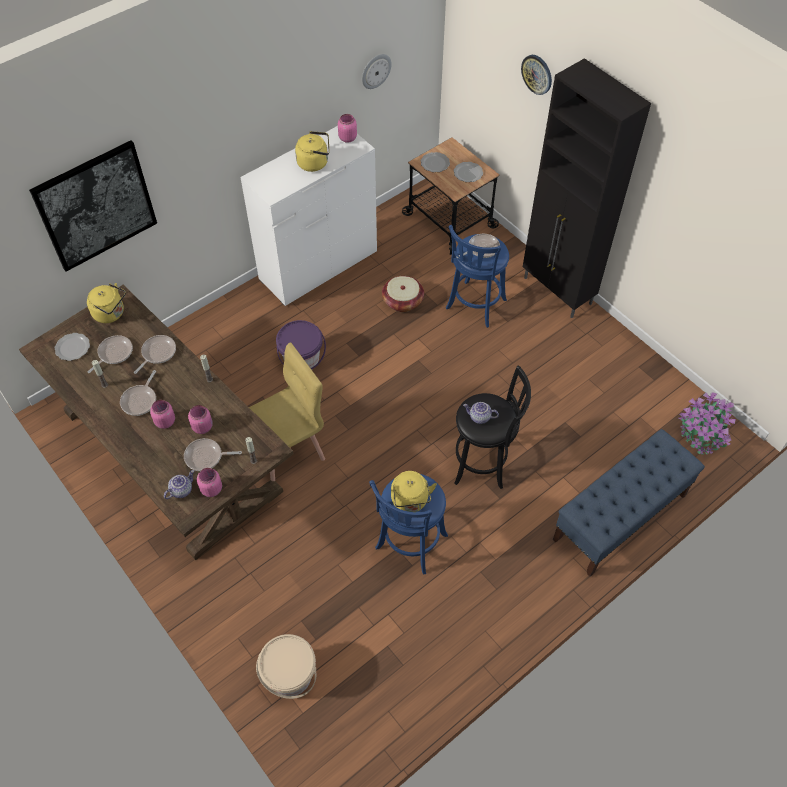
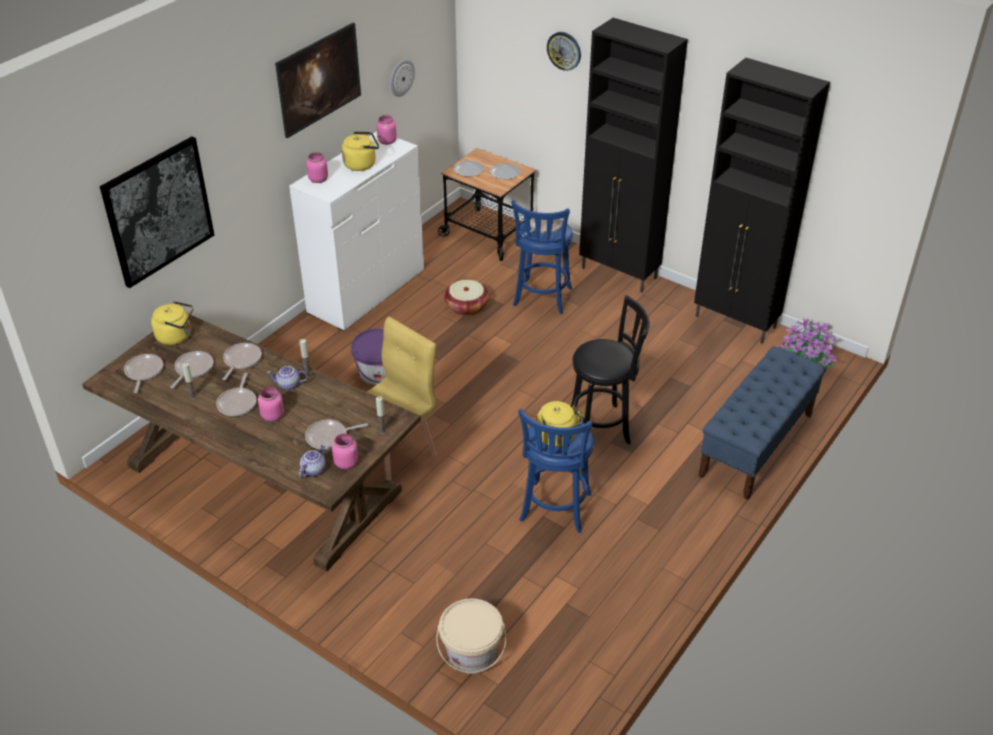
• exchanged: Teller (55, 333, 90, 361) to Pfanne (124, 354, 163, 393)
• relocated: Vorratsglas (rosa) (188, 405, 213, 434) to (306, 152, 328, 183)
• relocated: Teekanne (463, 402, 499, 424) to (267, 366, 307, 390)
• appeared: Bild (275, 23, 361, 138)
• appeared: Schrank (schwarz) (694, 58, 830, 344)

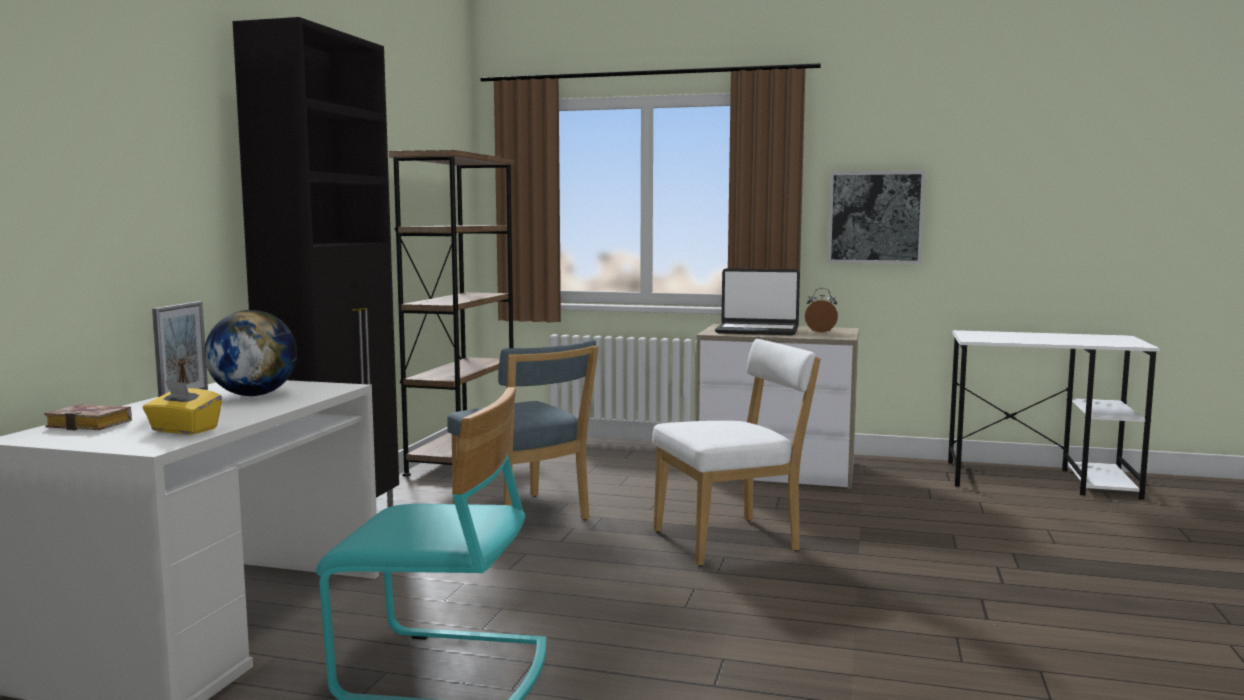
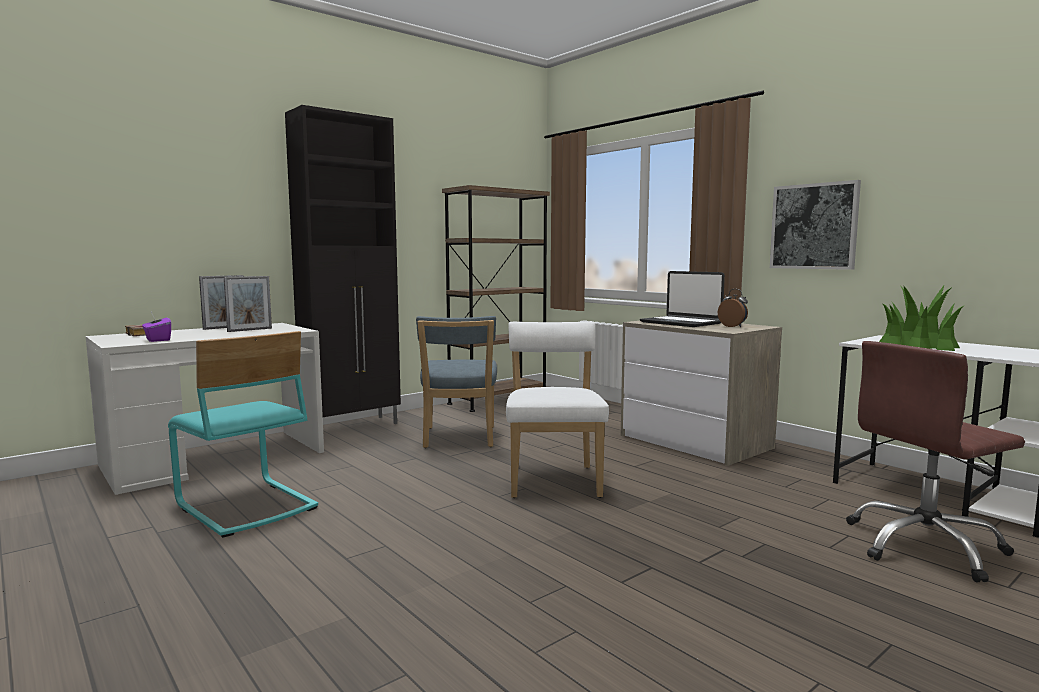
• colour: Taschentuchbox (gelb) (143, 380, 222, 435) to Taschentuchbox (lila) (142, 312, 171, 342)
• exchanged: Globus (204, 310, 297, 396) to Bilderrahmen (224, 276, 272, 332)
• spun: Stuhl (weiß) (652, 339, 821, 566) = (506, 321, 609, 498) 105 degrees counterclockwise
• appeared: Bürostuhl (braun) (846, 341, 1025, 582)
• appeared: Topfpflanze (879, 285, 963, 351)

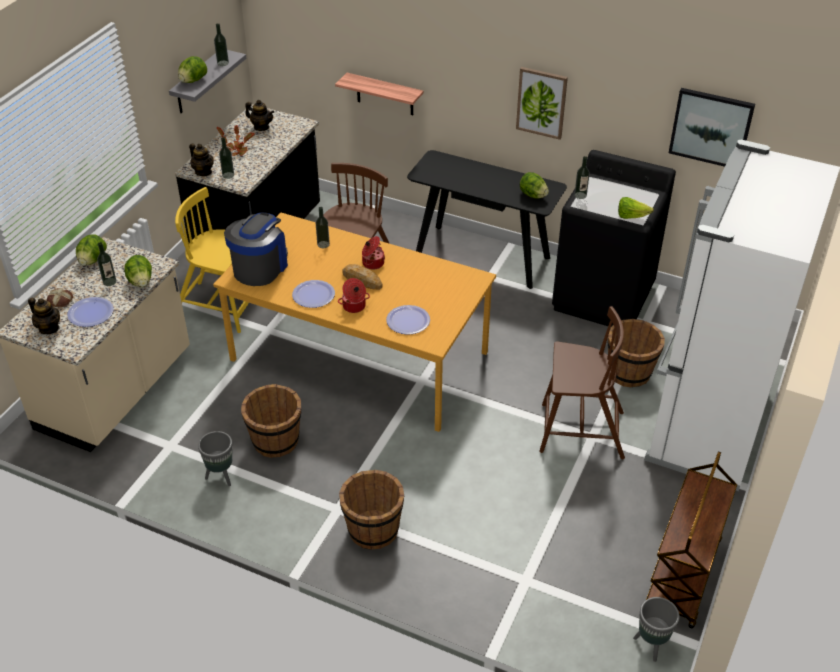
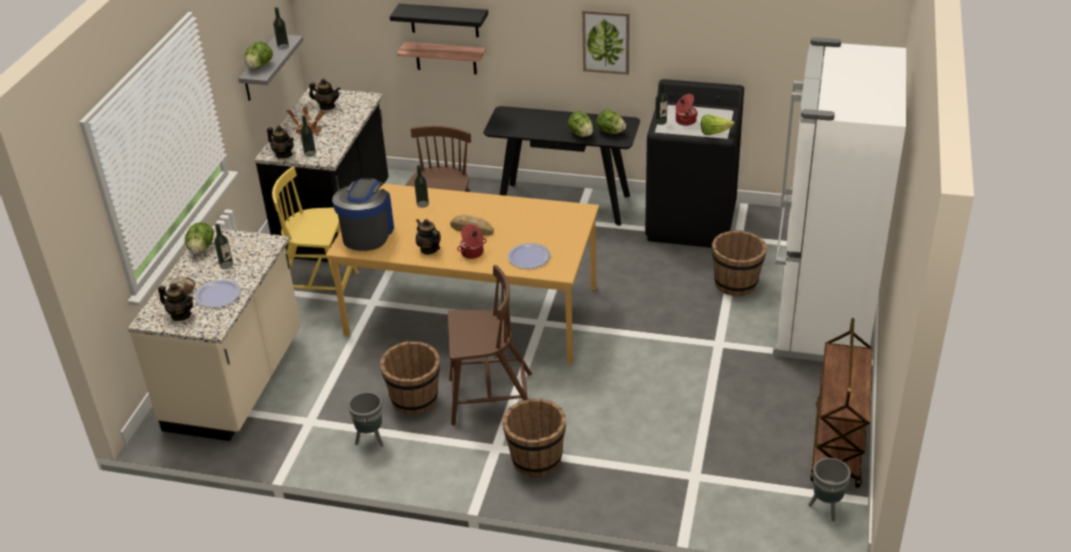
• relocated: Salatkopf (124, 255, 152, 287) to (568, 111, 593, 137)
• exchanged: Teller (292, 280, 335, 308) to Teekanne (416, 219, 441, 255)
• relocated: Kochtopf (362, 236, 385, 269) to (676, 94, 697, 126)
• relocated: Stuhl (braun) (539, 306, 625, 459) to (448, 265, 532, 426)
• missing: Bild (669, 88, 755, 167)
• appeared: Wandregal (schwarz) (390, 4, 488, 37)

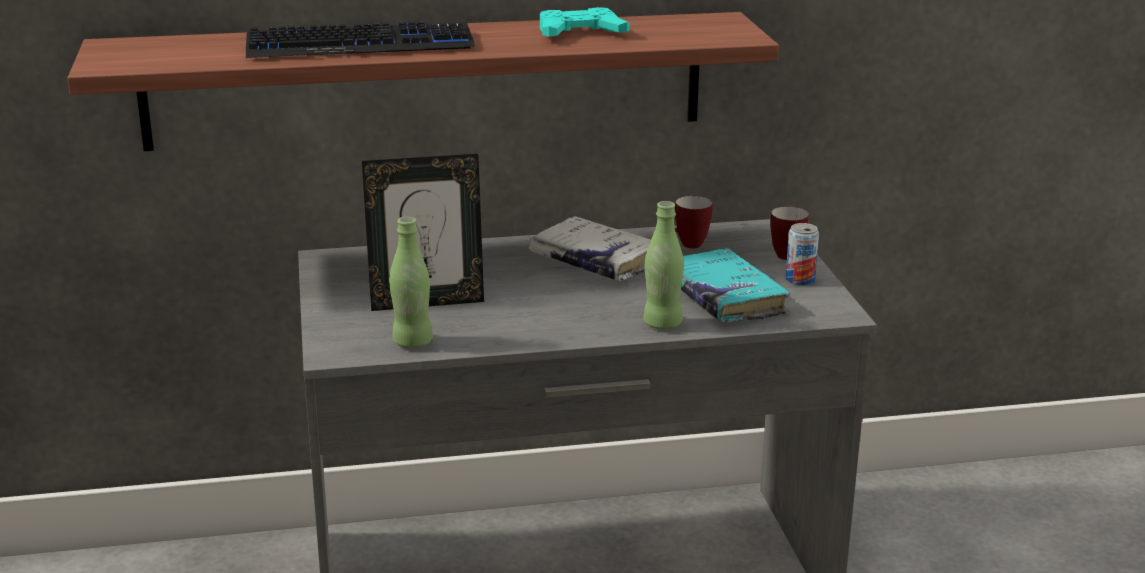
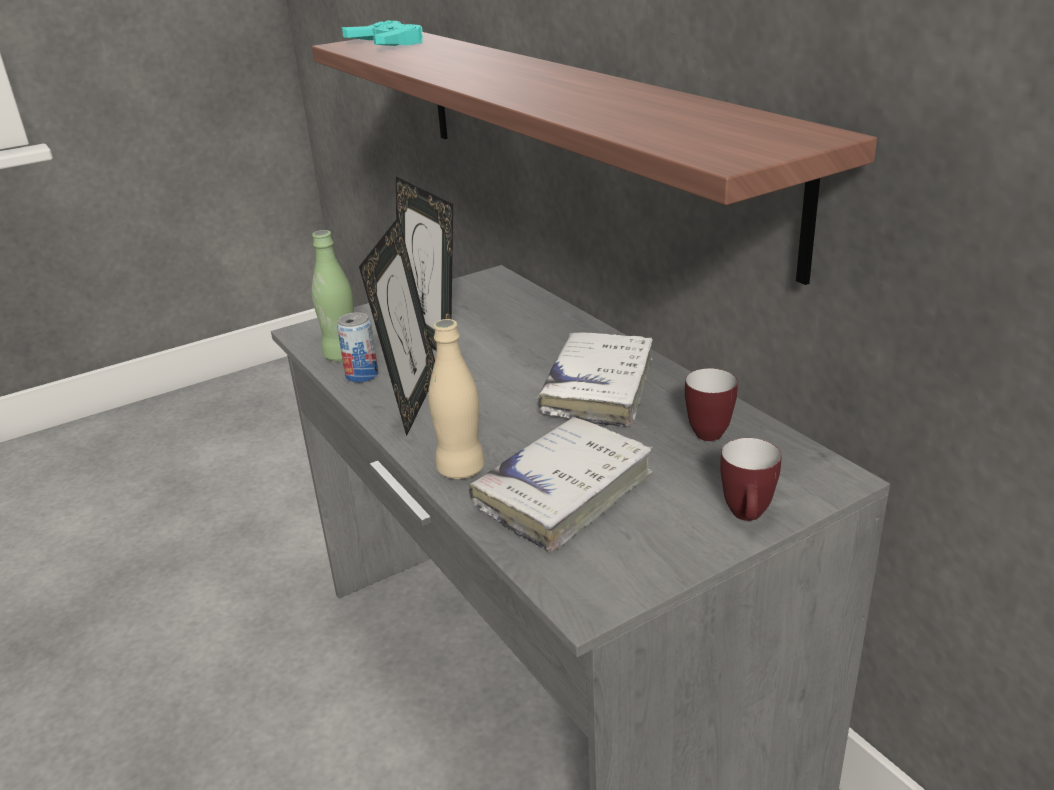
• missing: Tastatur (246, 21, 475, 58)
• relocated: Gamepad (türkis) (540, 7, 630, 37) to (342, 20, 423, 46)
• colour: Flasche (grün) (644, 201, 684, 329) to Flasche (beige) (428, 319, 485, 479)
• colour: Buch (türkis) (681, 248, 790, 323) to Buch (weiß) (469, 416, 653, 552)
• relocated: Dose (786, 223, 819, 286) to (337, 312, 378, 383)
• appeared: Bilderrahmen (359, 216, 435, 436)

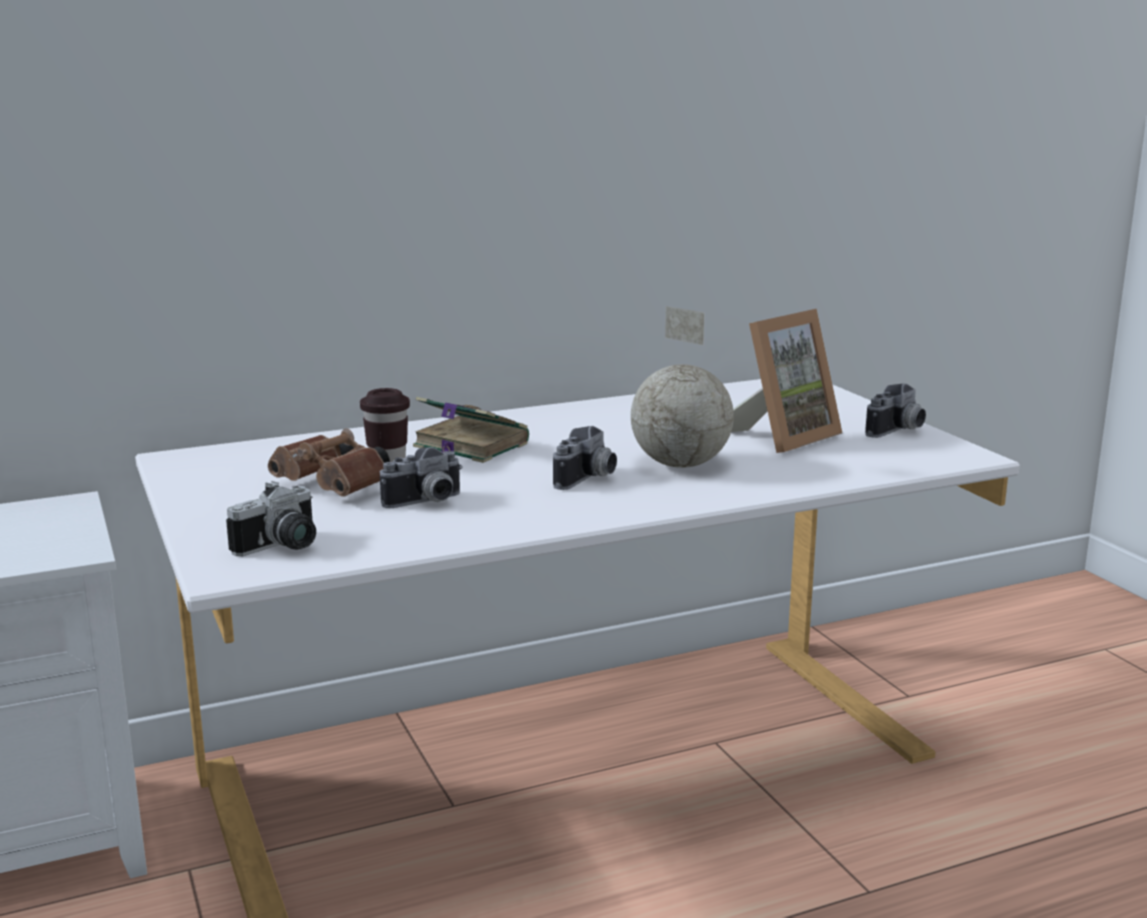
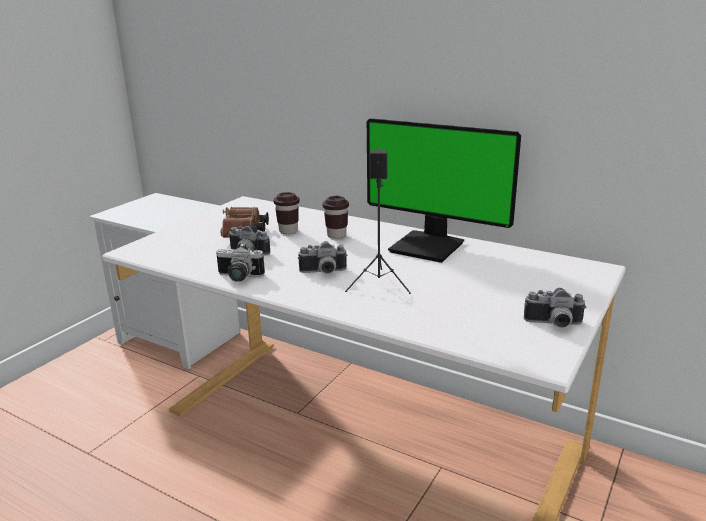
• relocated: Kamera (226, 481, 316, 556) to (216, 243, 265, 282)
• exchanged: Buch (413, 397, 529, 463) to Tasse (braun) (323, 196, 349, 239)
• exchanged: Globus (631, 306, 734, 468) to Lautsprecher (schwarz) (345, 149, 411, 294)
• missing: Bilderrahmen (731, 309, 842, 453)
• appeared: Monitor (367, 118, 521, 263)

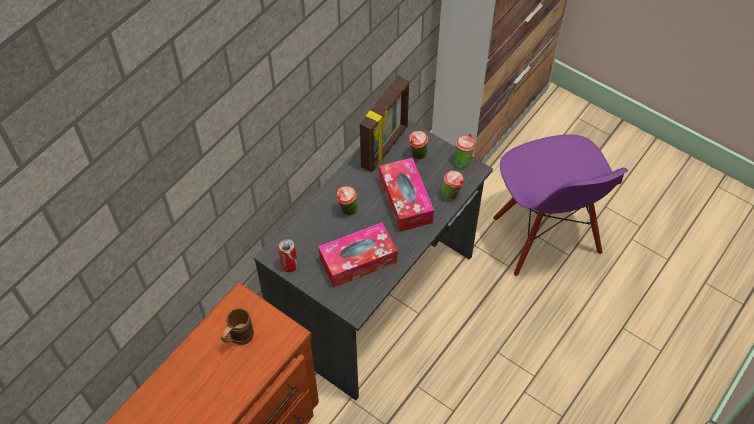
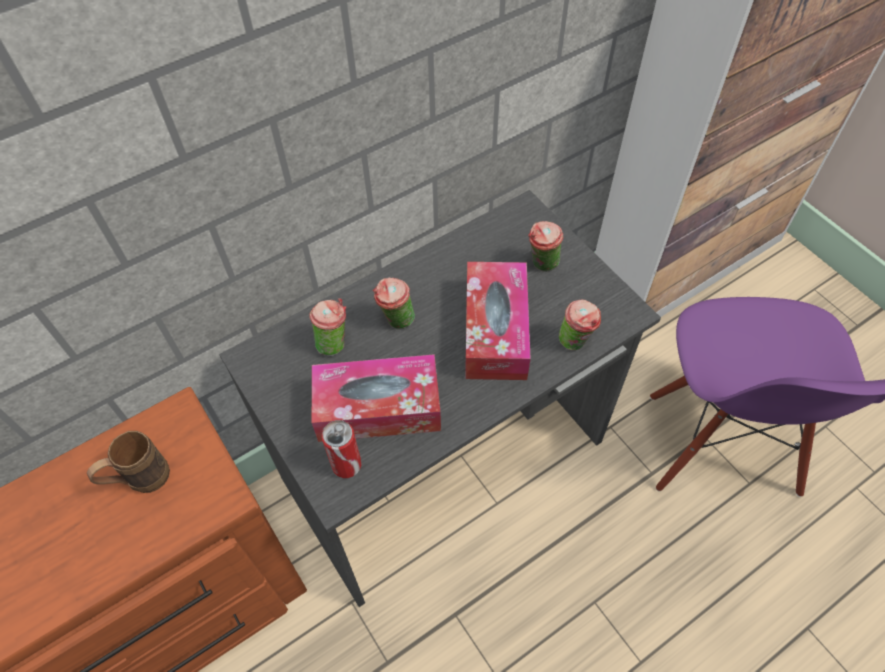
• relocated: Dose (278, 239, 298, 272) to (322, 420, 362, 478)
• missing: Bilderrahmen (360, 76, 409, 172)
• relocated: Tasse (455, 134, 475, 168) to (309, 298, 346, 356)

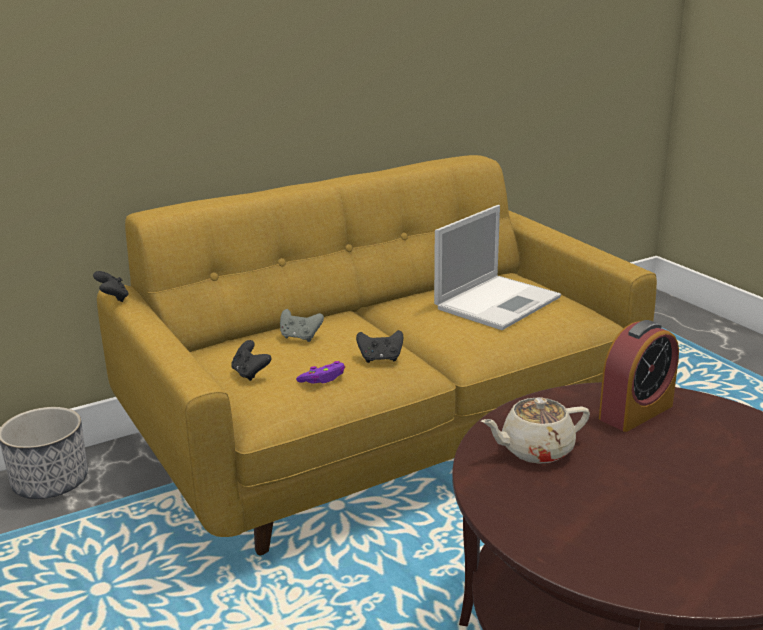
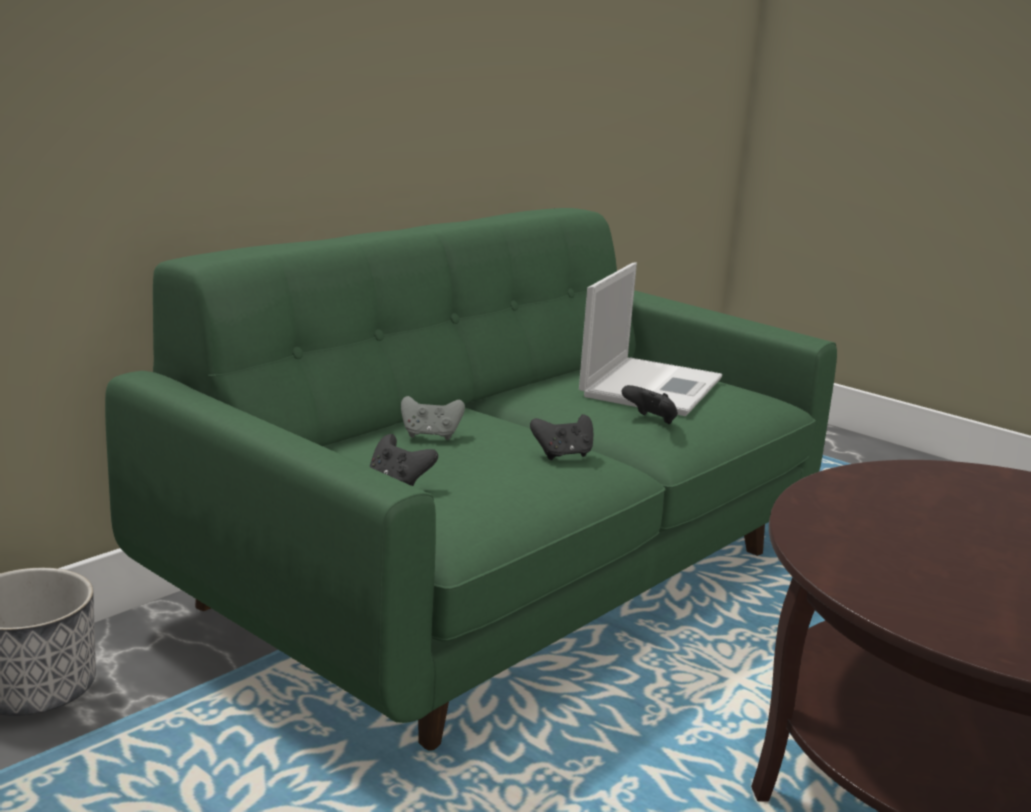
• relocated: Gamepad (schwarz) (93, 271, 129, 302) to (621, 385, 678, 424)
• colour: Sofa (gelb) (97, 155, 657, 555) to Sofa (grün) (105, 208, 837, 751)
• missing: Gamepad (lila) (296, 361, 345, 384)
• missing: Teekanne (beige) (481, 397, 590, 464)
• missing: Wecker (599, 320, 679, 432)

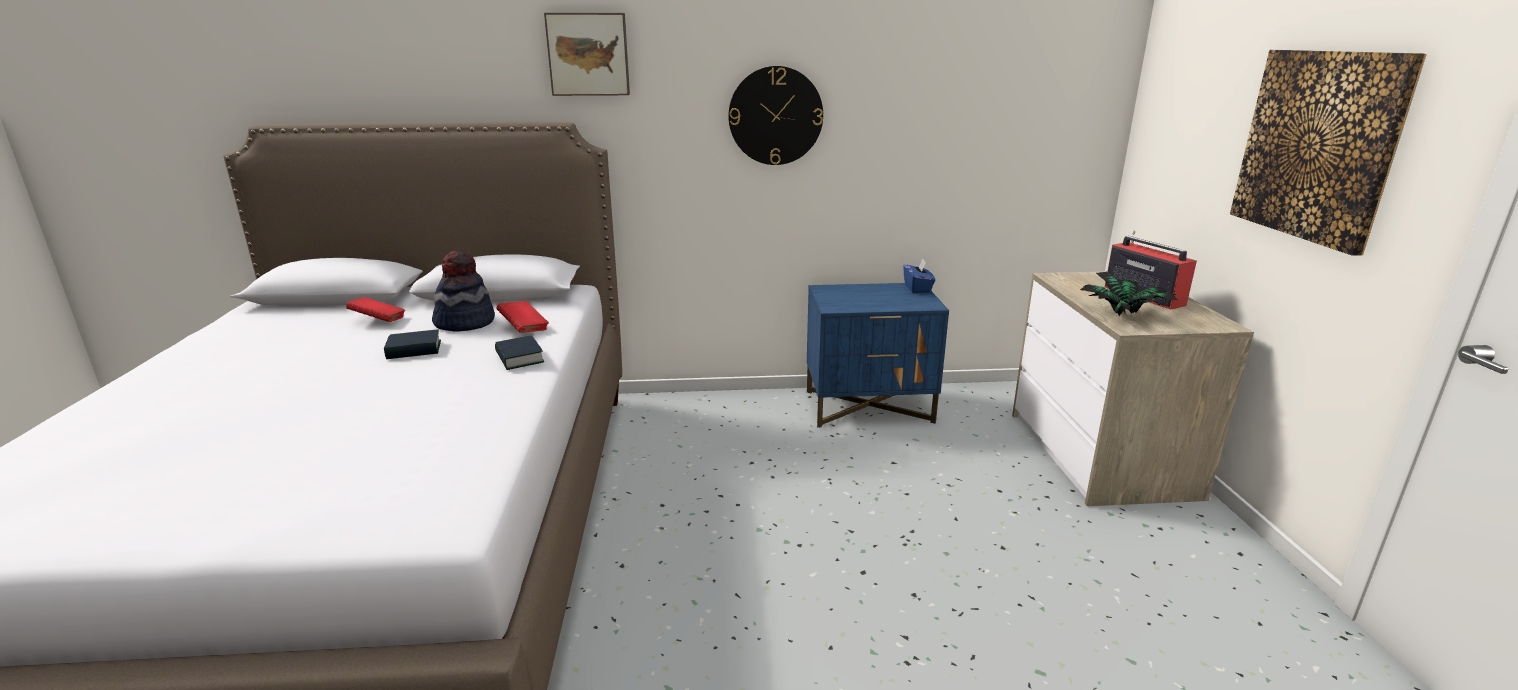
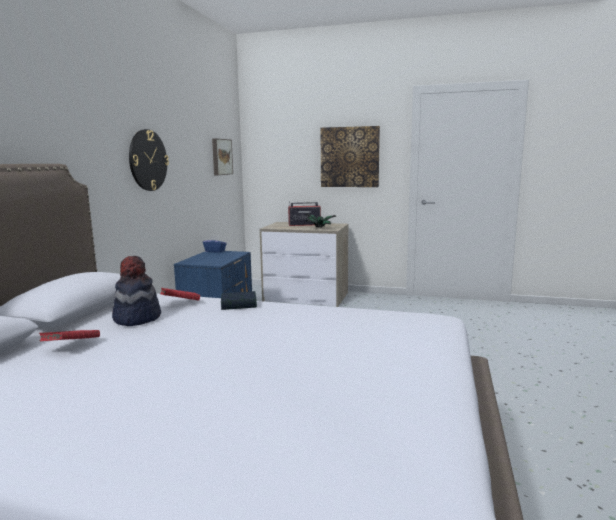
• missing: Buch (384, 329, 441, 359)
• relocated: Bild (544, 13, 630, 96) to (212, 138, 233, 175)

